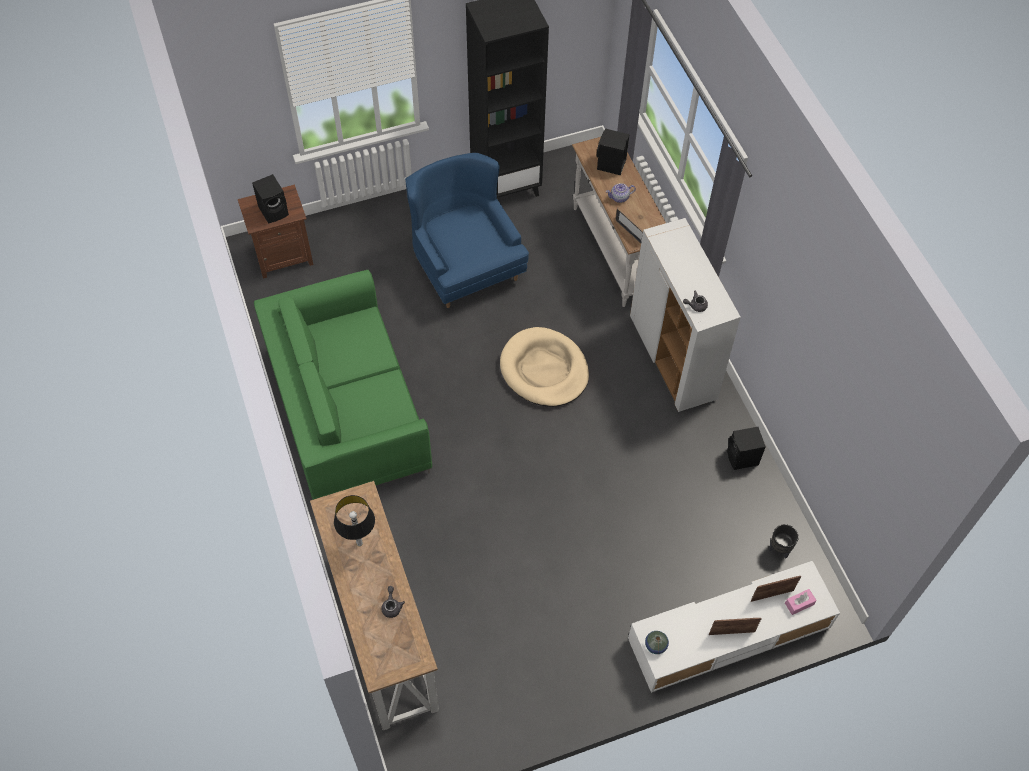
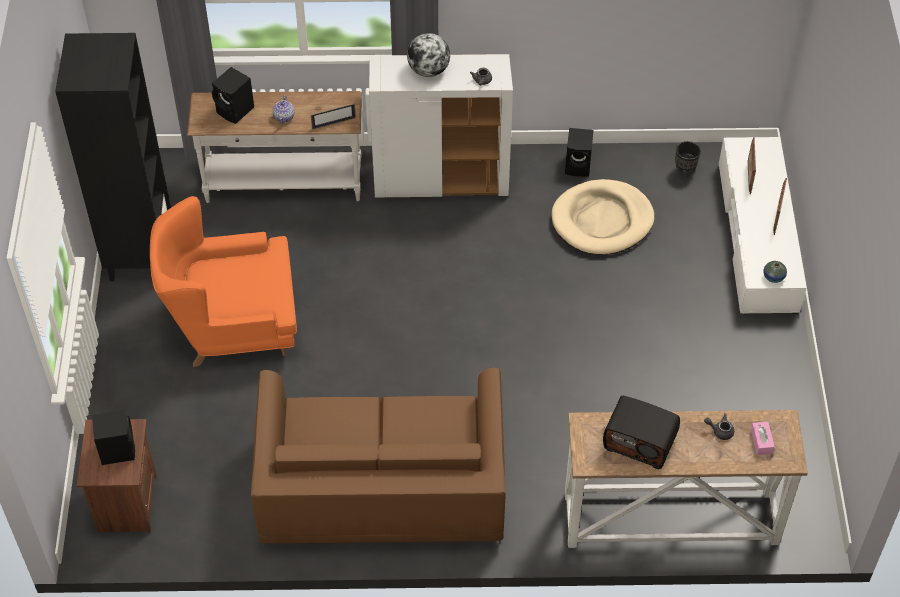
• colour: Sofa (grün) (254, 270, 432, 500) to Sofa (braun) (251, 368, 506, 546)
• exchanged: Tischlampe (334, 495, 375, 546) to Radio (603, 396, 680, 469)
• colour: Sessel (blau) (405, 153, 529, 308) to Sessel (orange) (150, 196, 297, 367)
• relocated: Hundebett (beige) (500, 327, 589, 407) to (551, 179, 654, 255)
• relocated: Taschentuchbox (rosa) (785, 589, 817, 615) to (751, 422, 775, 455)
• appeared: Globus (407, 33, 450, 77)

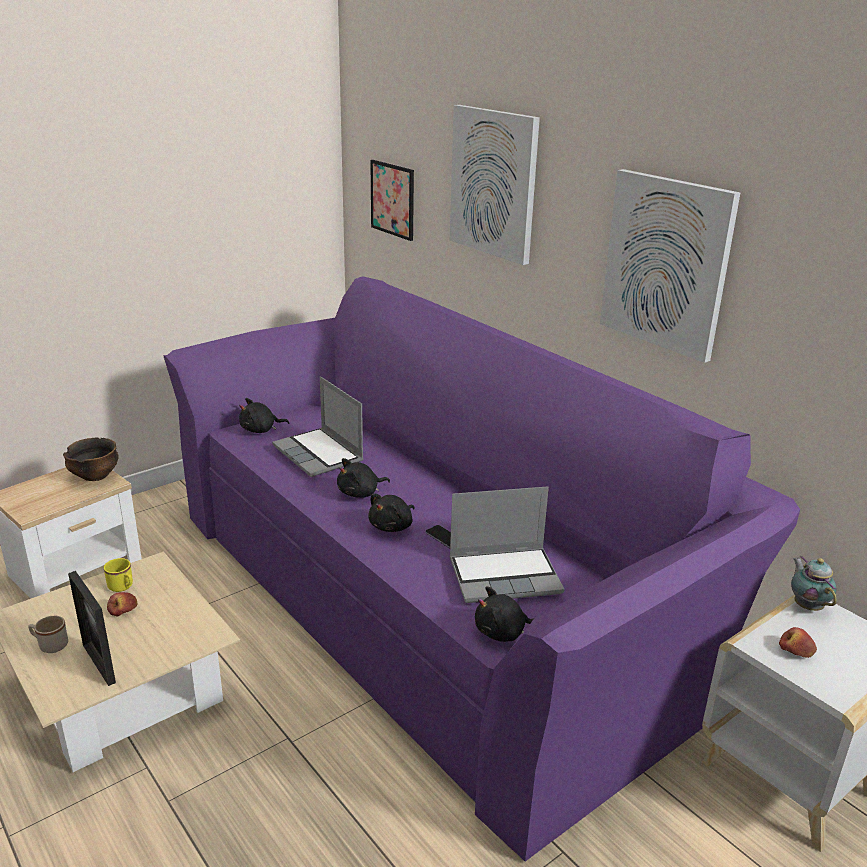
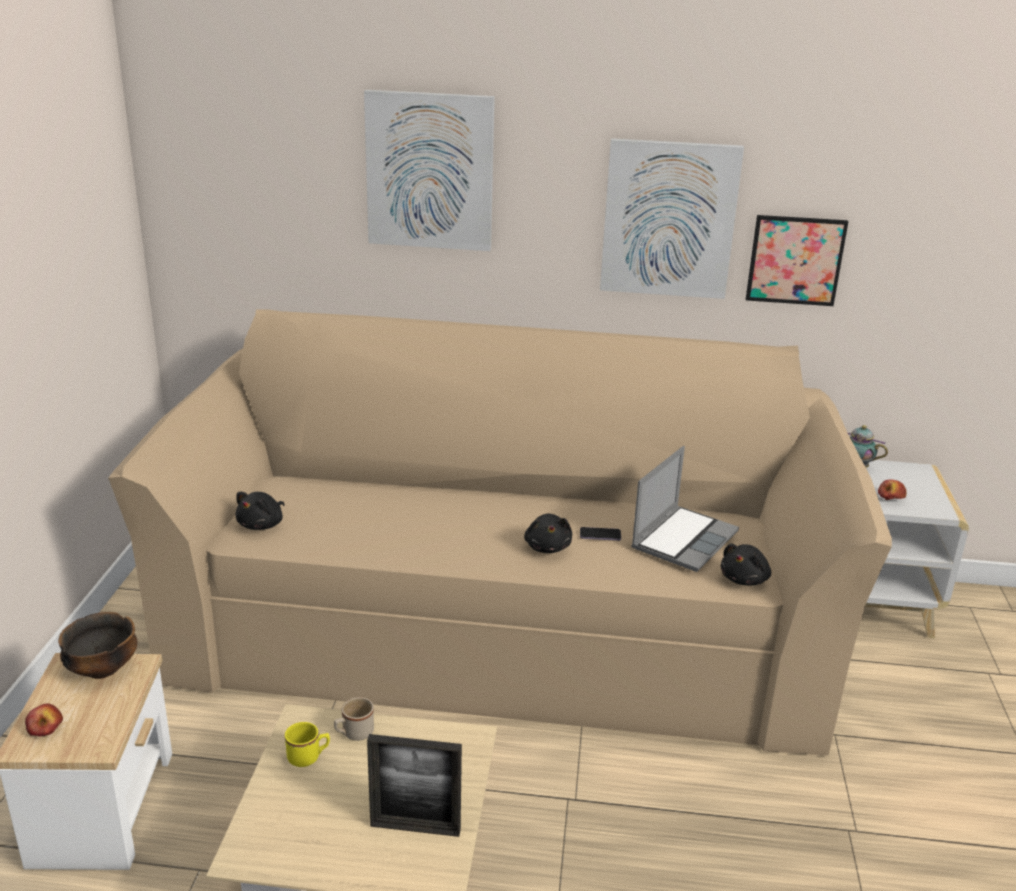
• relocated: Henkelbecher (beige) (28, 616, 68, 653) to (334, 697, 374, 741)
• relocated: Apfel (107, 592, 138, 617) to (25, 703, 63, 737)
• colour: Sofa (lila) (163, 276, 800, 861) to Sofa (beige) (108, 309, 892, 756)
• missing: Laptop (272, 376, 364, 477)
• missing: Plüschtier (schwarz) (337, 458, 390, 498)
• relocated: Bild (370, 160, 414, 241) to (746, 215, 848, 306)

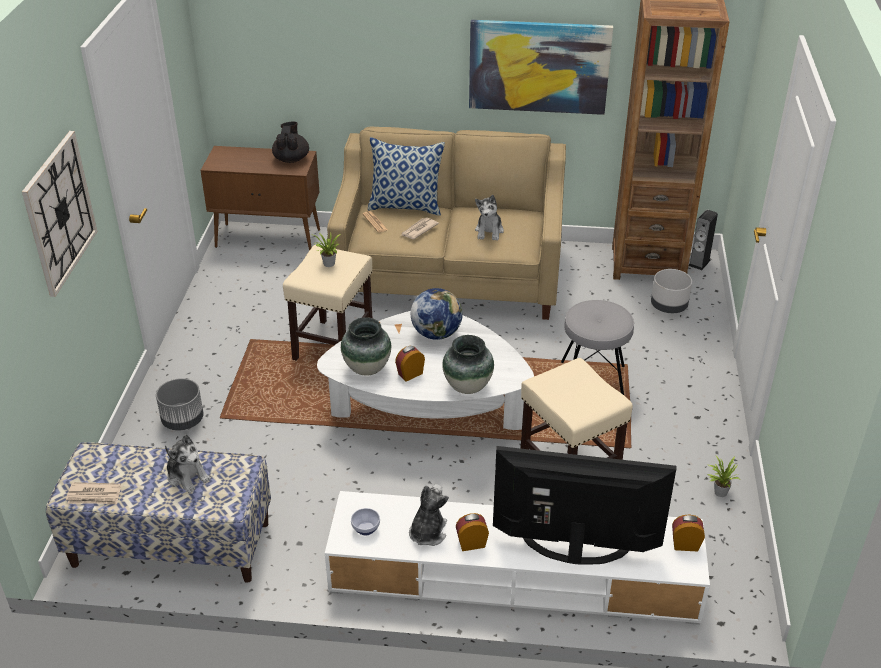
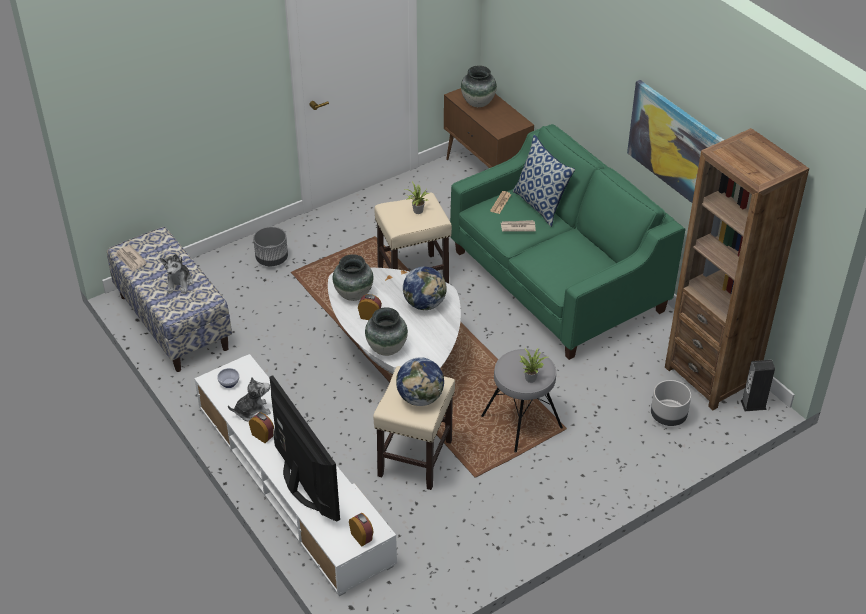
• missing: Wanduhr (22, 131, 98, 297)
• missing: Teekanne (schwarz) (272, 121, 309, 163)
• colour: Sofa (beige) (327, 127, 566, 320) to Sofa (grün) (450, 124, 685, 360)
• missing: Plüschtier (475, 195, 504, 241)
• relocated: Topfpflanze (707, 456, 740, 497) to (519, 347, 548, 383)
• appeared: Globus (396, 357, 444, 406)
• appeared: Vase (461, 65, 497, 107)

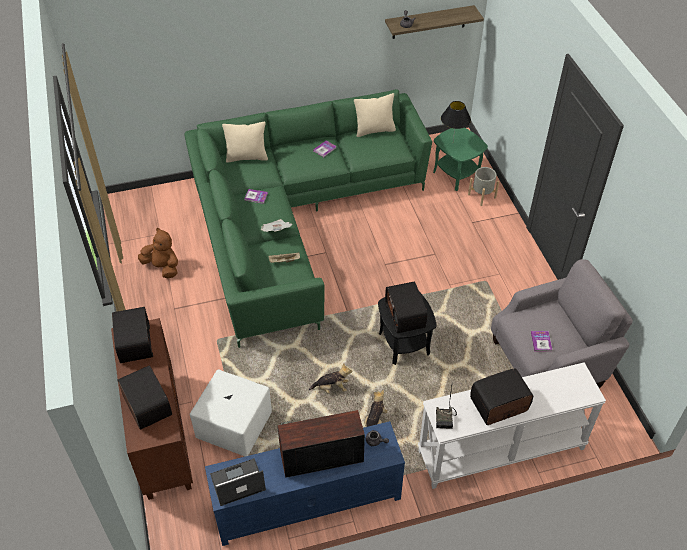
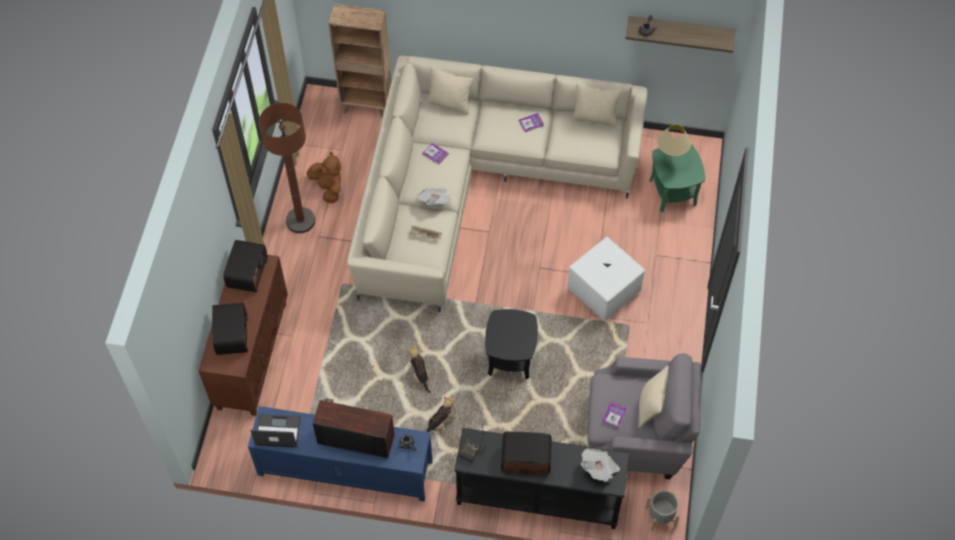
• colour: Sofa (grün) (185, 89, 432, 348) to Sofa (beige) (347, 55, 648, 312)
• relocated: Polsterhocker (weiß) (190, 369, 272, 456) to (567, 237, 645, 321)
• spun: Plüschtier (309, 363, 353, 394) = (407, 344, 432, 393) 135 degrees counterclockwise
• missing: Radio (385, 282, 427, 333)
• colour: Konsolentisch (weiß) (418, 362, 606, 489) to Konsolentisch (schwarz) (455, 428, 629, 529)
• colour: Tischlampe (schwarz) (441, 101, 471, 140) to Tischlampe (beige) (657, 124, 691, 161)
• relocated: Pflanzkübel (grau) (468, 167, 499, 206) to (645, 490, 680, 531)
• appeared: Stehlampe (braun) (259, 103, 315, 233)
• appeared: Bücherregal (braun) (329, 4, 392, 117)
• appeared: Zeitung (581, 448, 620, 482)
• appeared: Kissen (beige) (638, 365, 669, 428)

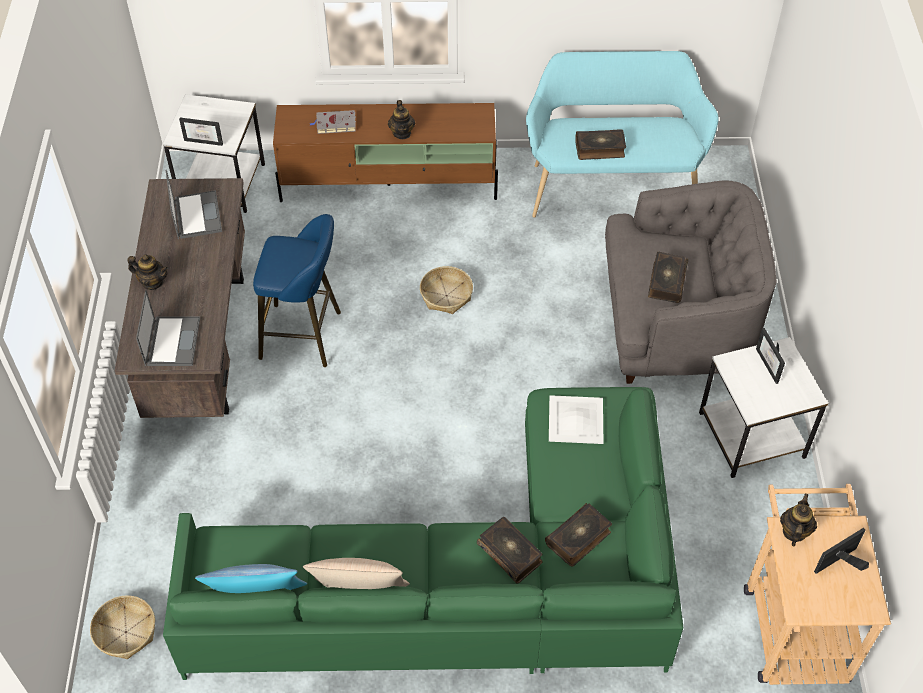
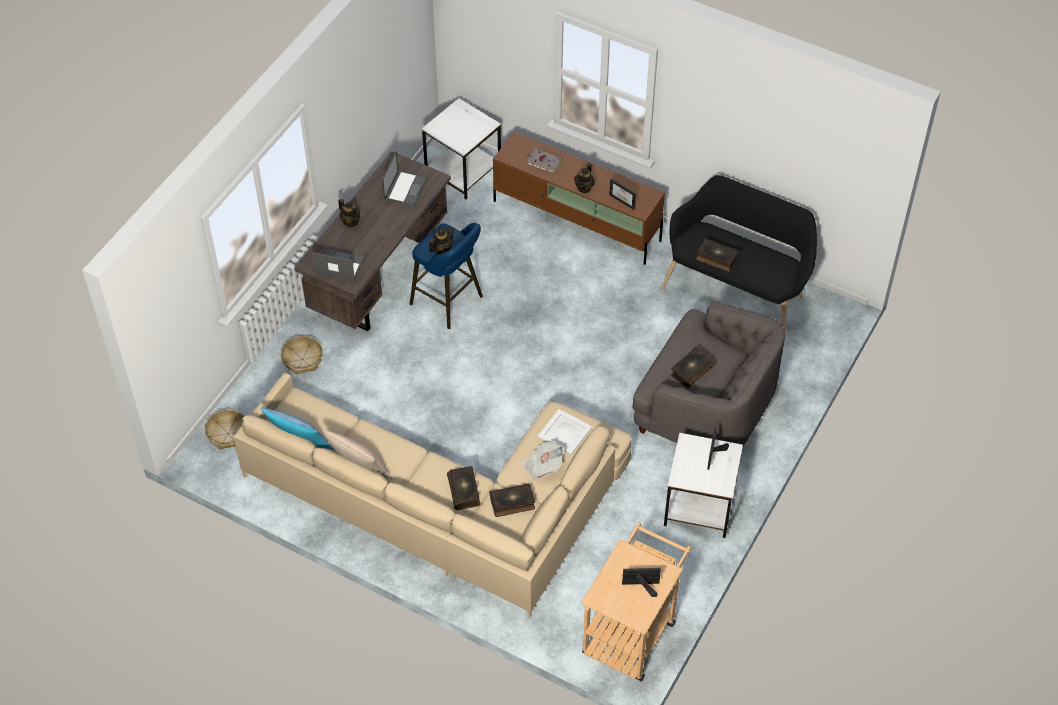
• spun: Laptop (136, 290, 200, 366) = (312, 247, 365, 281) 105 degrees counterclockwise
• colour: Sofa (grün) (163, 387, 683, 680) to Sofa (beige) (233, 373, 632, 617)
• relocated: Bilderrahmen (179, 118, 223, 146) to (609, 179, 636, 210)
• relocated: Korb (420, 266, 473, 314) to (280, 336, 323, 374)
• colour: Bank (türkis) (526, 51, 719, 217) to Bank (schwarz) (661, 175, 817, 331)
• relocated: Teekanne (780, 494, 817, 546) to (429, 228, 454, 254)
• appeared: Zeitung (522, 441, 565, 479)

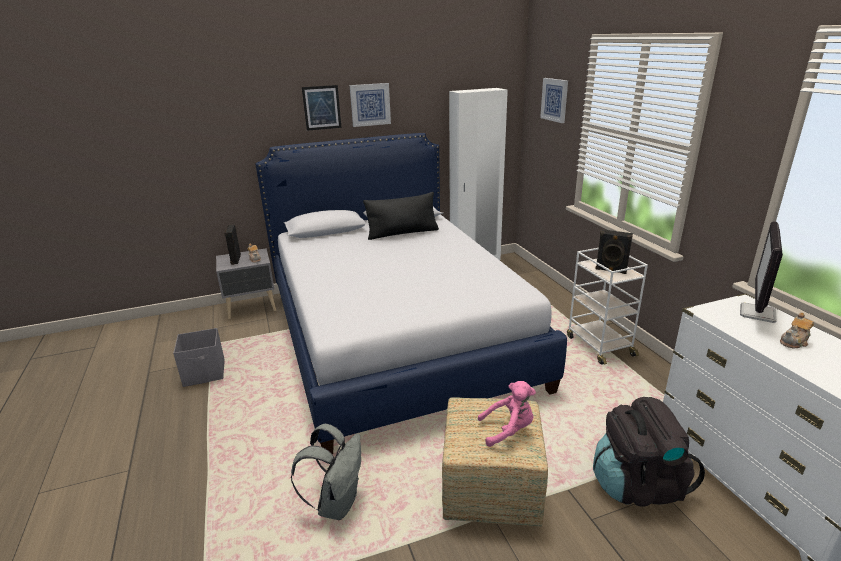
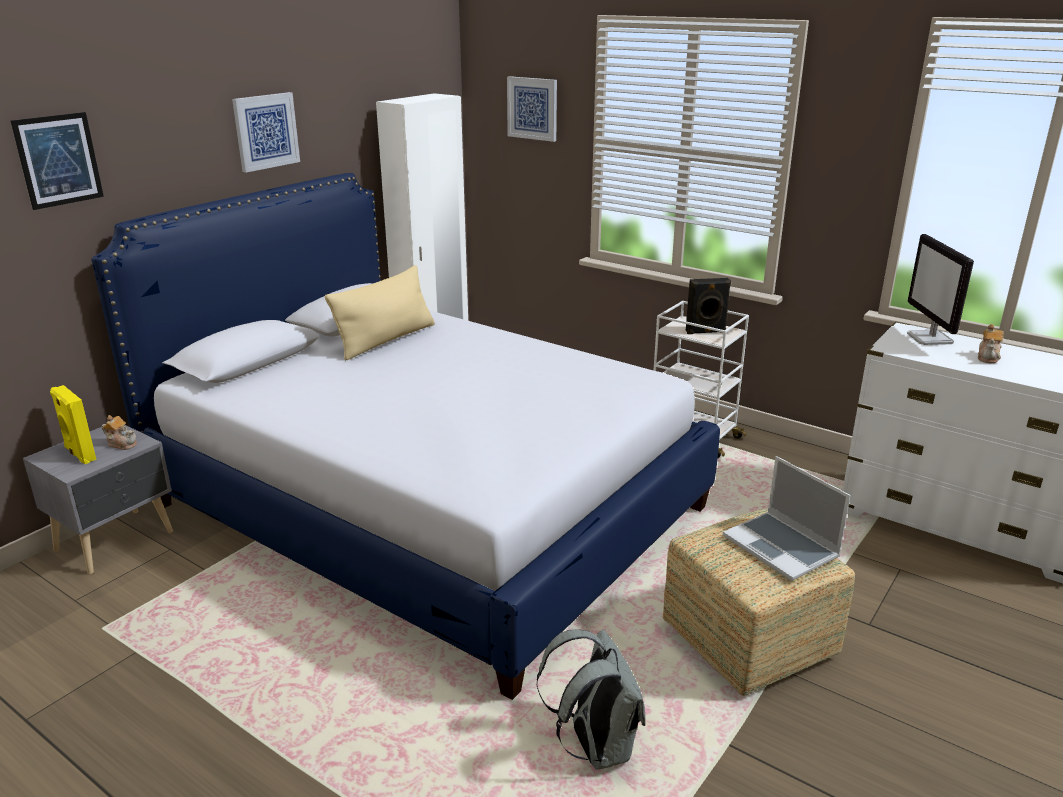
• missing: Aufbewahrungsbox (grau) (173, 328, 225, 387)
• colour: Lautsprecher (schwarz) (225, 224, 241, 265) to Lautsprecher (gelb) (50, 385, 96, 464)
• relocated: Bild (302, 85, 342, 131) to (11, 112, 104, 210)
• colour: Kissen (schwarz) (363, 192, 439, 240) to Kissen (beige) (325, 265, 435, 361)
• exchanged: Plüschtier (rosa) (478, 381, 536, 447) to Laptop (723, 456, 850, 581)
• missing: Rucksack (schwarz) (593, 397, 705, 506)

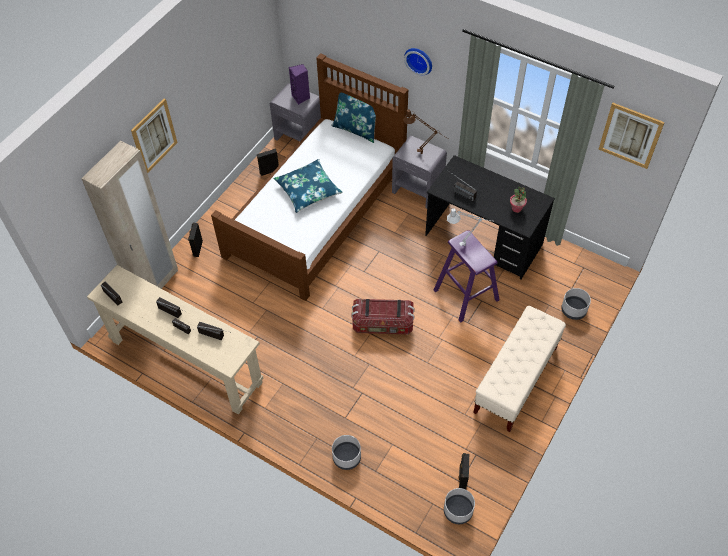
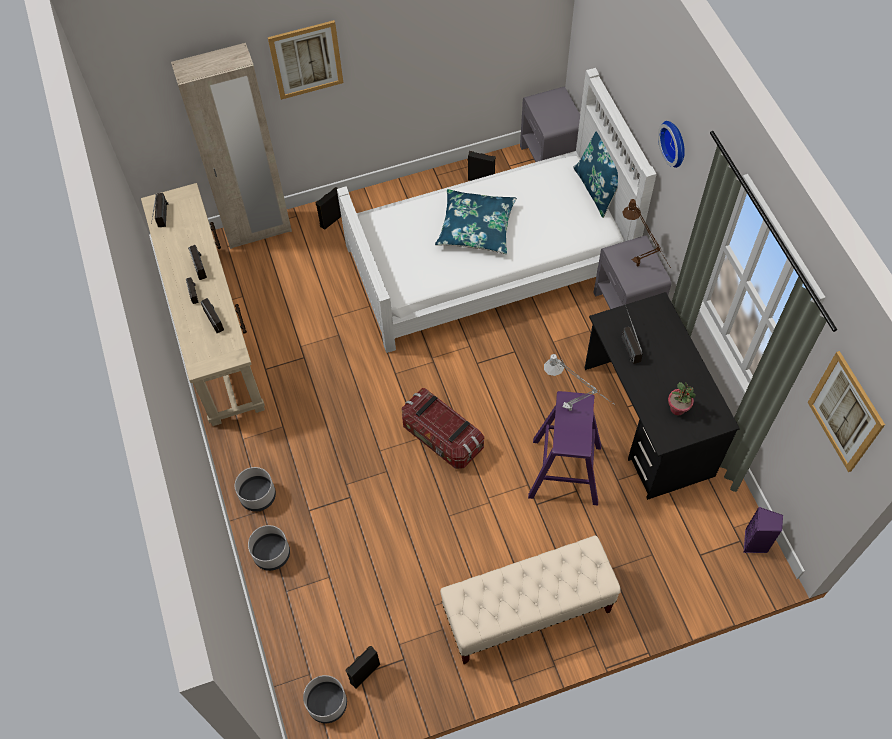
• colour: Bett (braun) (211, 53, 408, 301) to Bett (weiß) (337, 68, 657, 353)
• relocated: Lautsprecher (lila) (289, 64, 310, 105) to (744, 507, 783, 553)
• relocated: Pflanzkübel (grau) (561, 288, 591, 320) to (235, 467, 276, 511)

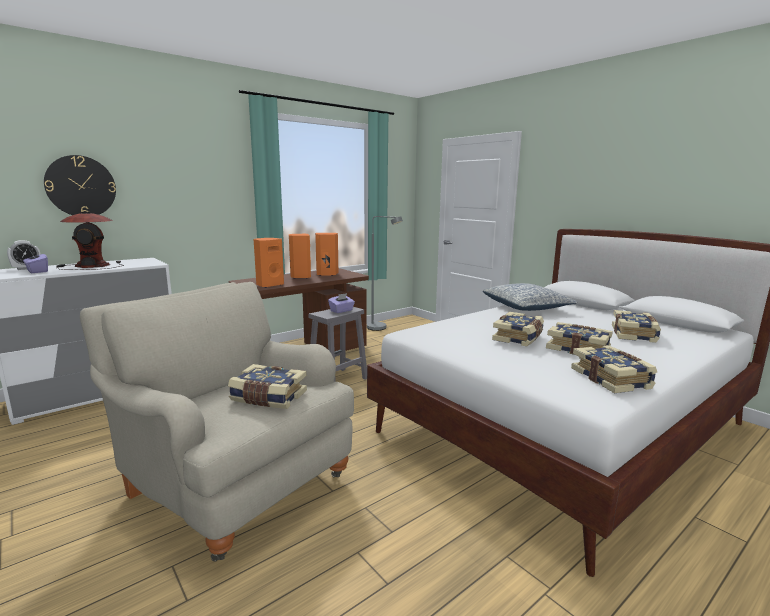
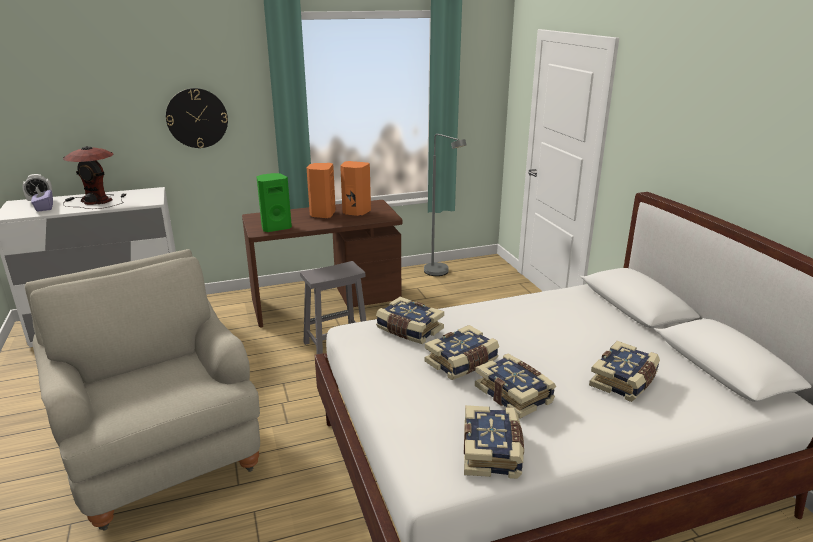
• relocated: Wanduhr (44, 155, 116, 215) to (166, 88, 228, 148)
• relocated: Buch (228, 364, 307, 409) to (376, 297, 444, 344)
• colour: Lautsprecher (orange) (254, 238, 284, 288) to Lautsprecher (grün) (256, 173, 292, 232)
• missing: Taschentuchbox (lila) (328, 293, 355, 313)
• missing: Kissen (483, 283, 577, 311)

